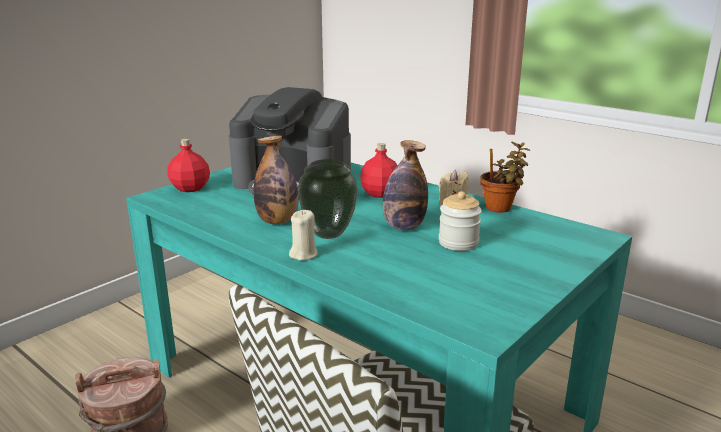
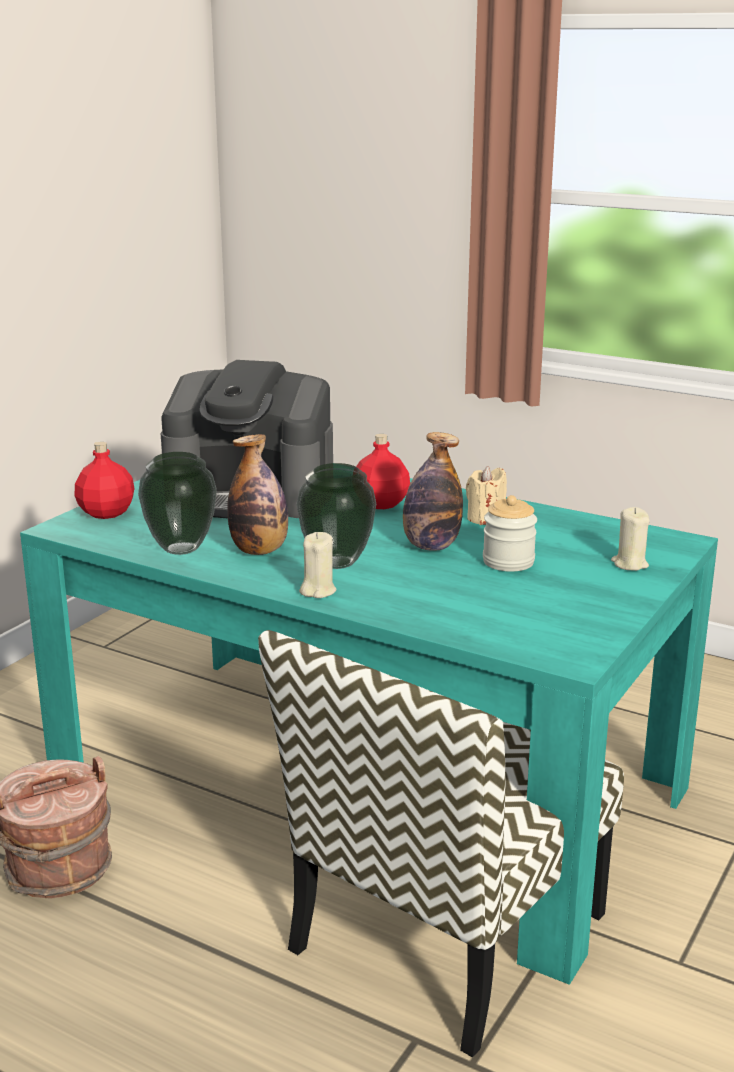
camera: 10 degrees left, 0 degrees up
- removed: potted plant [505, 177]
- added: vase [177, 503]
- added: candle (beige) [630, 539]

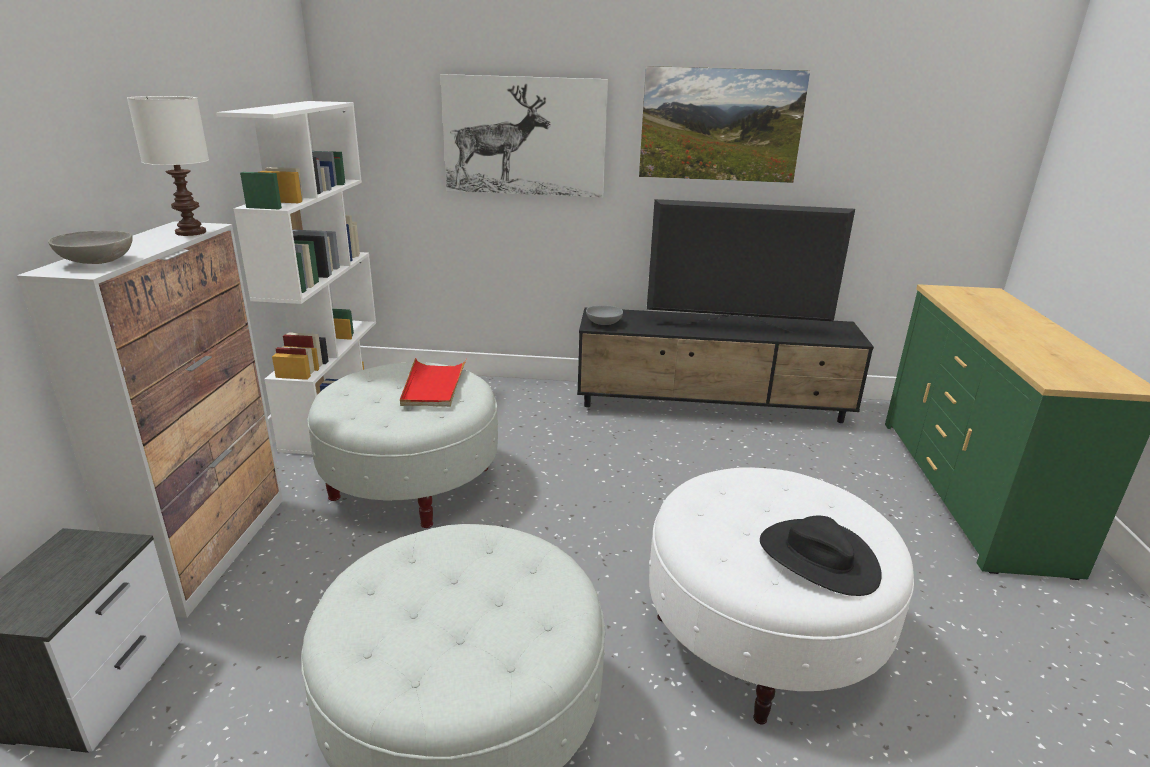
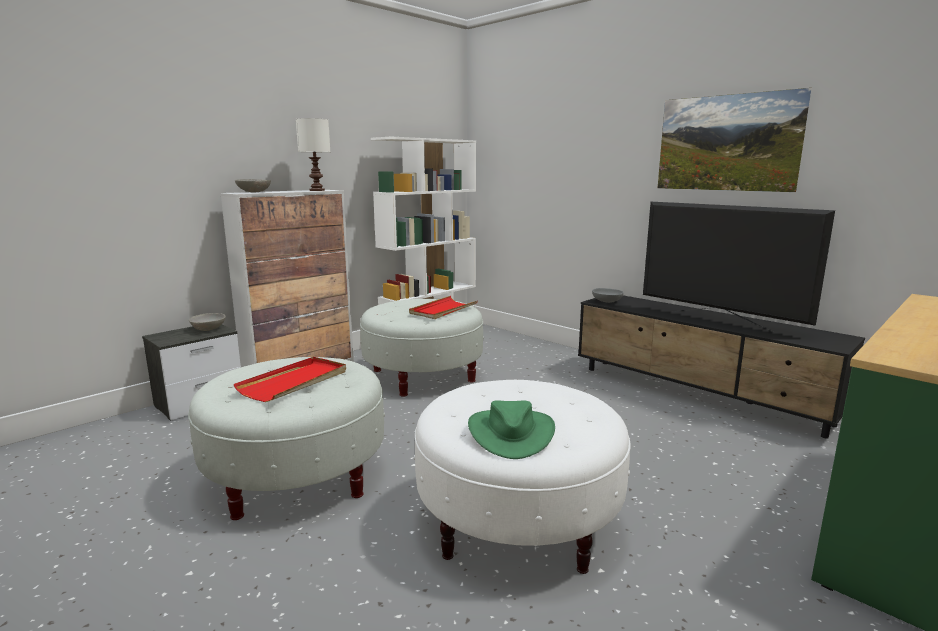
camera: 40 degrees right, 10 degrees down
- removed: picture [524, 136]
- recoloured: hat (black) [821, 556] to hat (green) [511, 429]
- added: bowl (grey) [207, 322]
- added: tray (red) [290, 379]

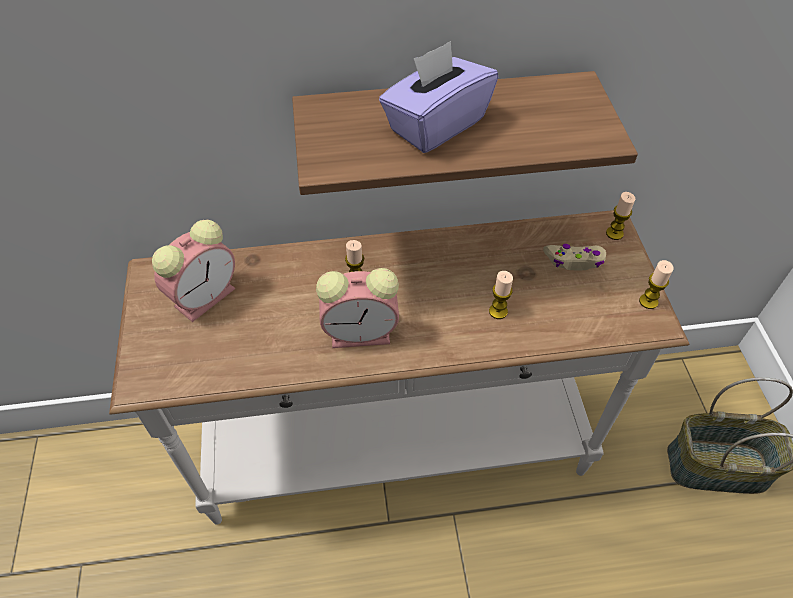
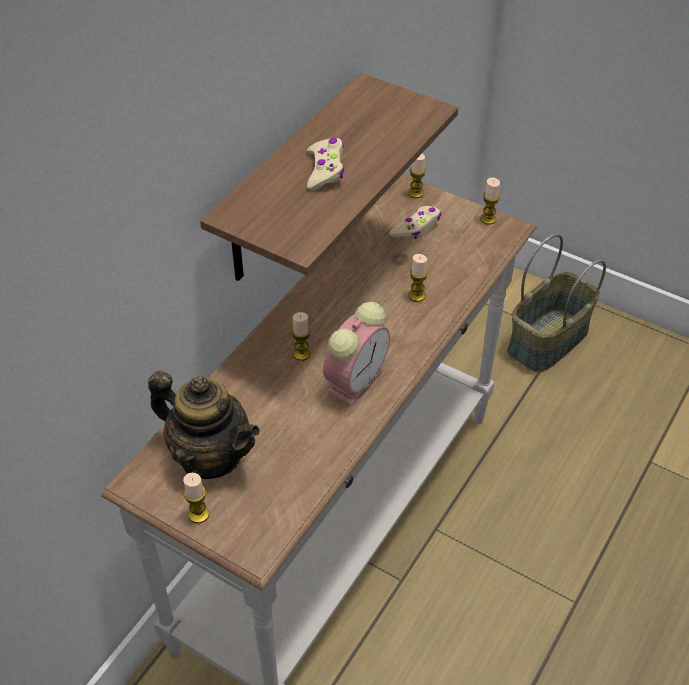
camera: 50 degrees left, 5 degrees down
- replaced: tissue box (purple) [438, 97] to game controller (beige) [325, 164]
- replaced: alarm clock [193, 271] to teapot [204, 424]
- added: candle [196, 498]

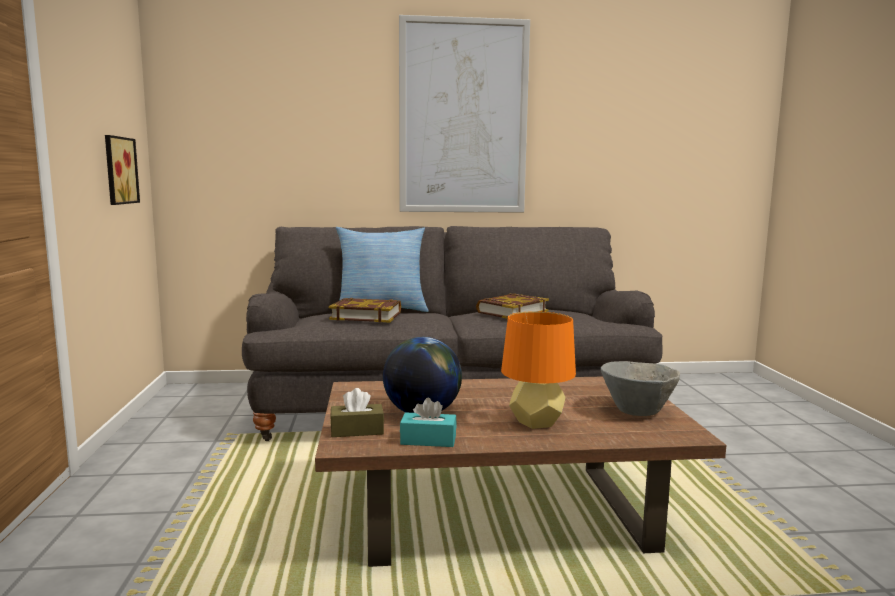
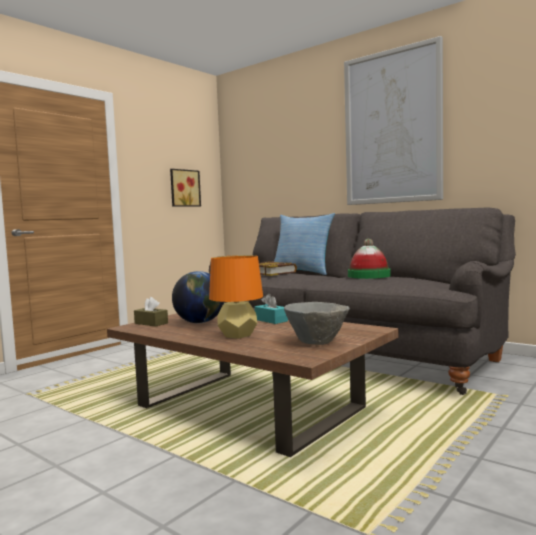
camera: 45 degrees right, 5 degrees down
- replaced: book [512, 306] to hat [369, 259]
- moved: tissue box (turquoise) [428, 422] to [271, 309]

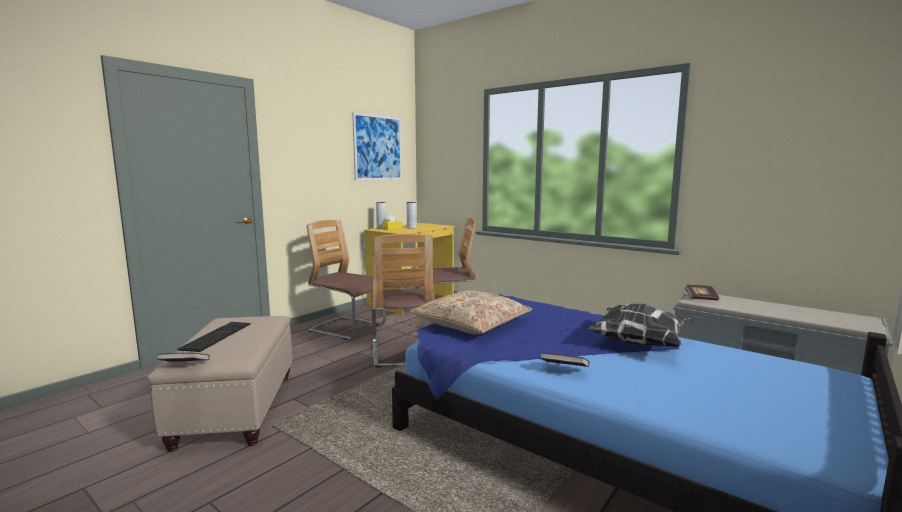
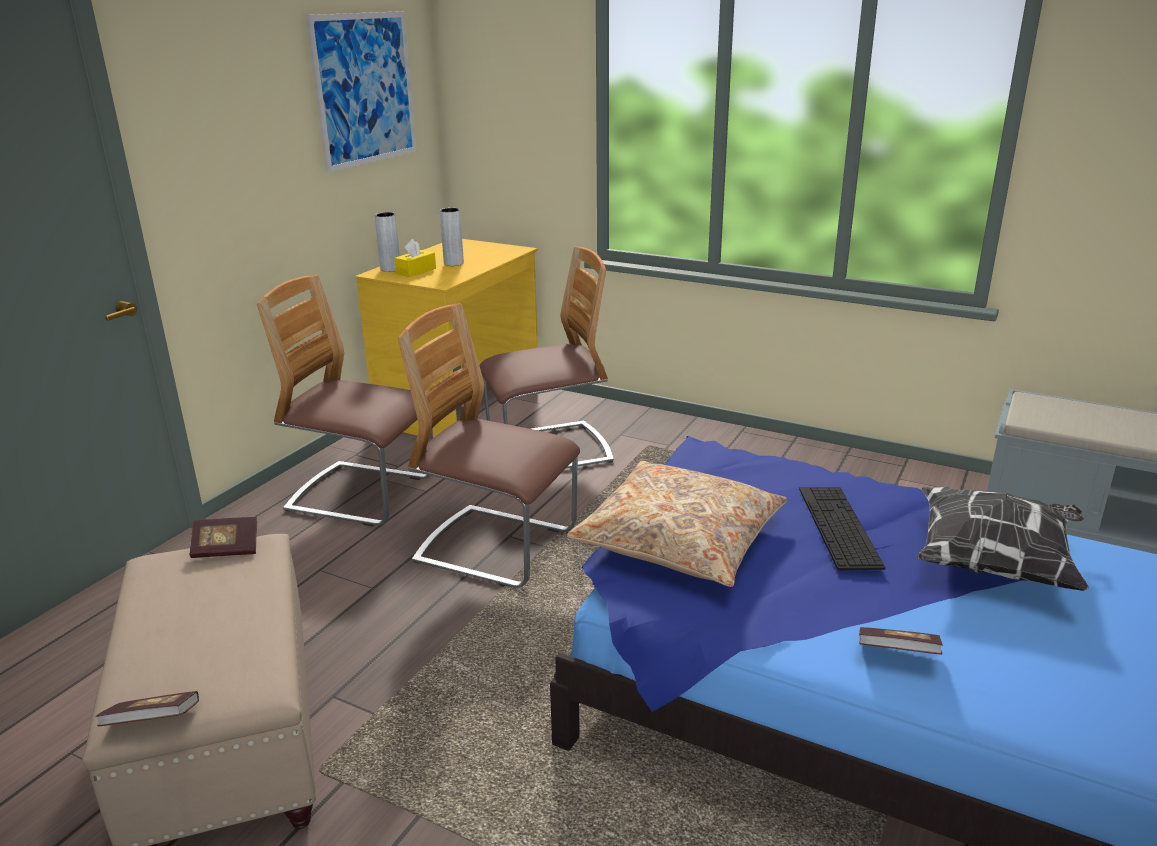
camera: 10 degrees left, 15 degrees up
- turned: chair [403, 301] = [489, 445] 135 degrees clockwise
- moved: book [702, 292] to [223, 537]
- moved: keyboard [214, 337] to [842, 529]

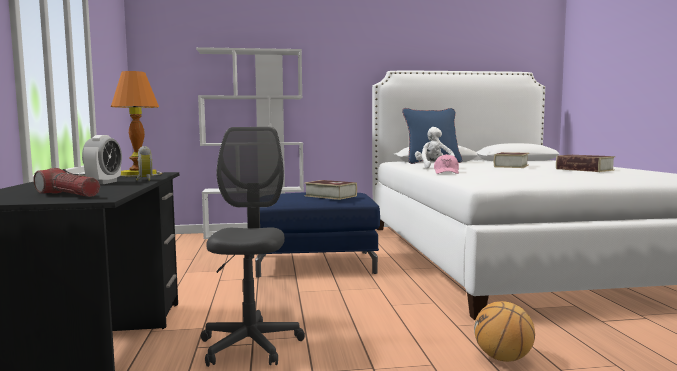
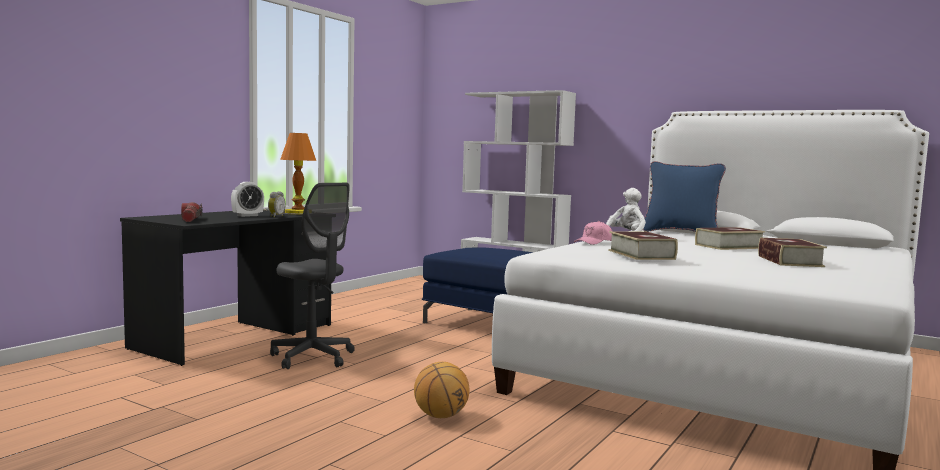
camera: 40 degrees right, 0 degrees up
- turned: office chair (grey) [253, 247] = [312, 276] 90 degrees clockwise
- moved: book [330, 190] to [643, 245]

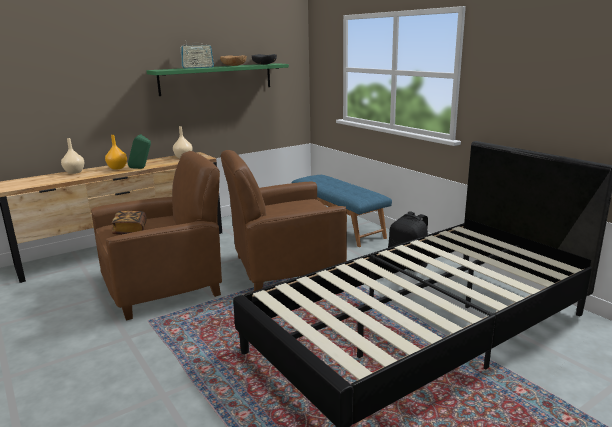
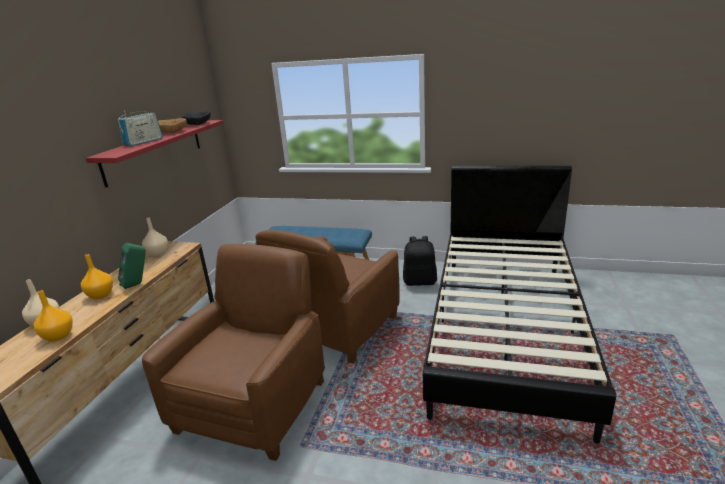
camera: 40 degrees left, 5 degrees up
- recoloured: shelf (green) [217, 79] to shelf (red) [154, 154]
- removed: book [129, 223]
- added: vase (orange) [53, 316]

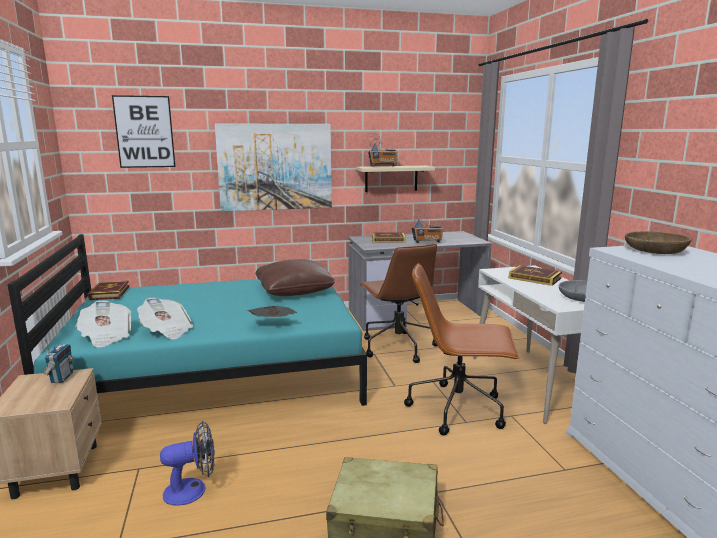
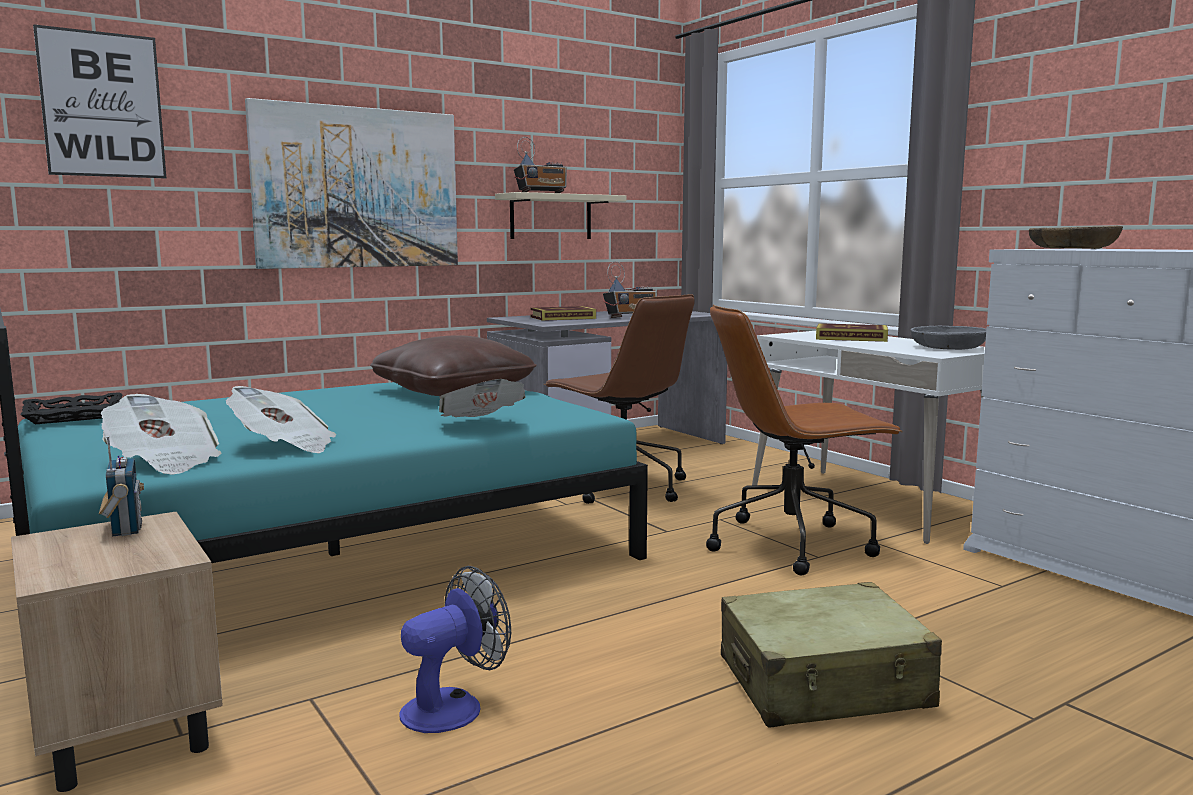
camera: 20 degrees left, 5 degrees down
- replaced: book [109, 290] to tray (black) [71, 408]

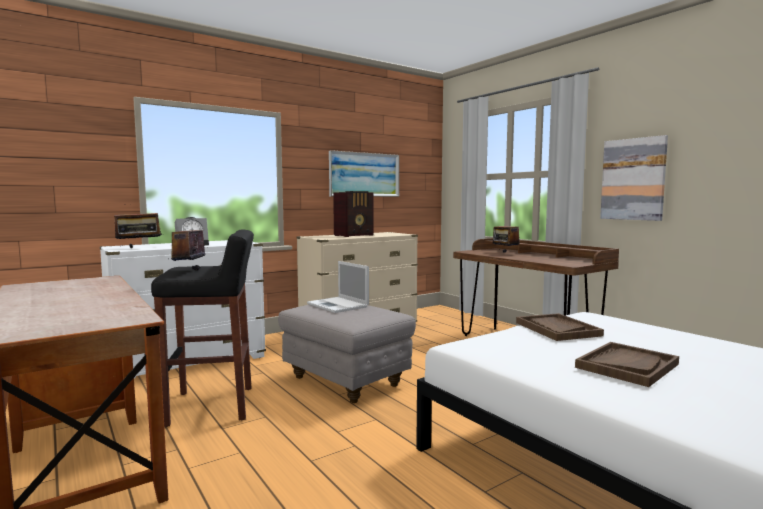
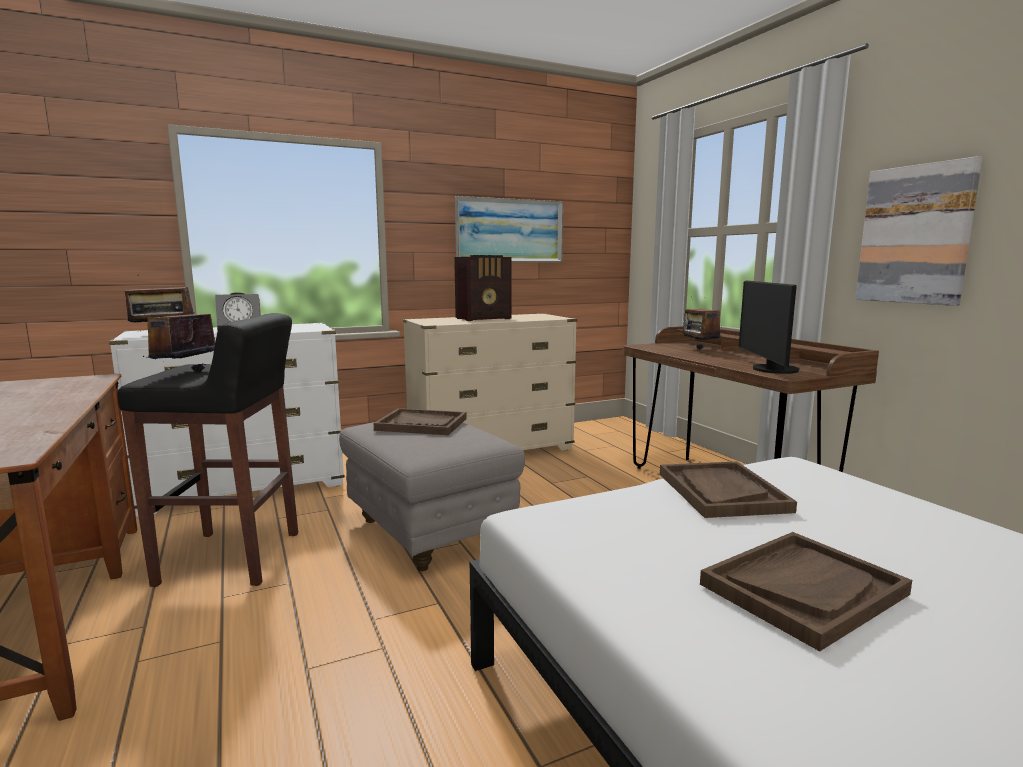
camera: 10 degrees right, 5 degrees up
- replaced: laptop [338, 287] to tray (brown) [420, 421]
- added: monitor [769, 327]

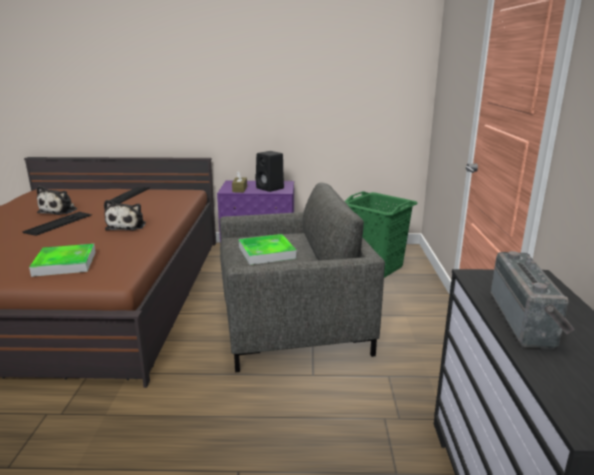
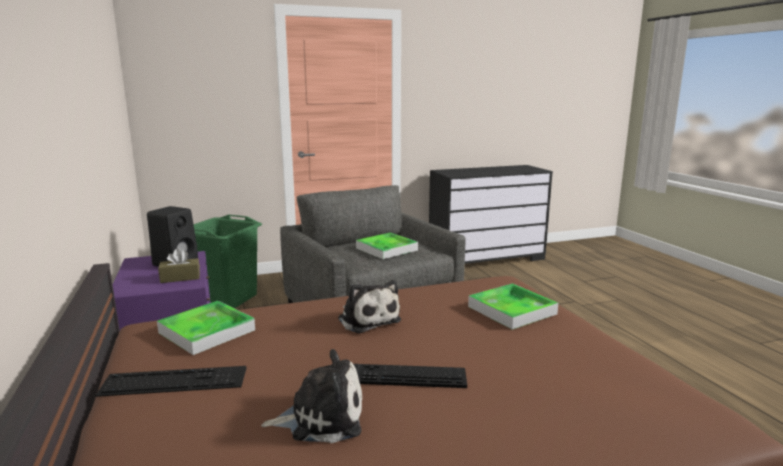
camera: 110 degrees left, 5 degrees down
- turned: plush toy [125, 215] = [369, 307] 75 degrees clockwise
- removed: radio [533, 300]
- added: tray [206, 328]

